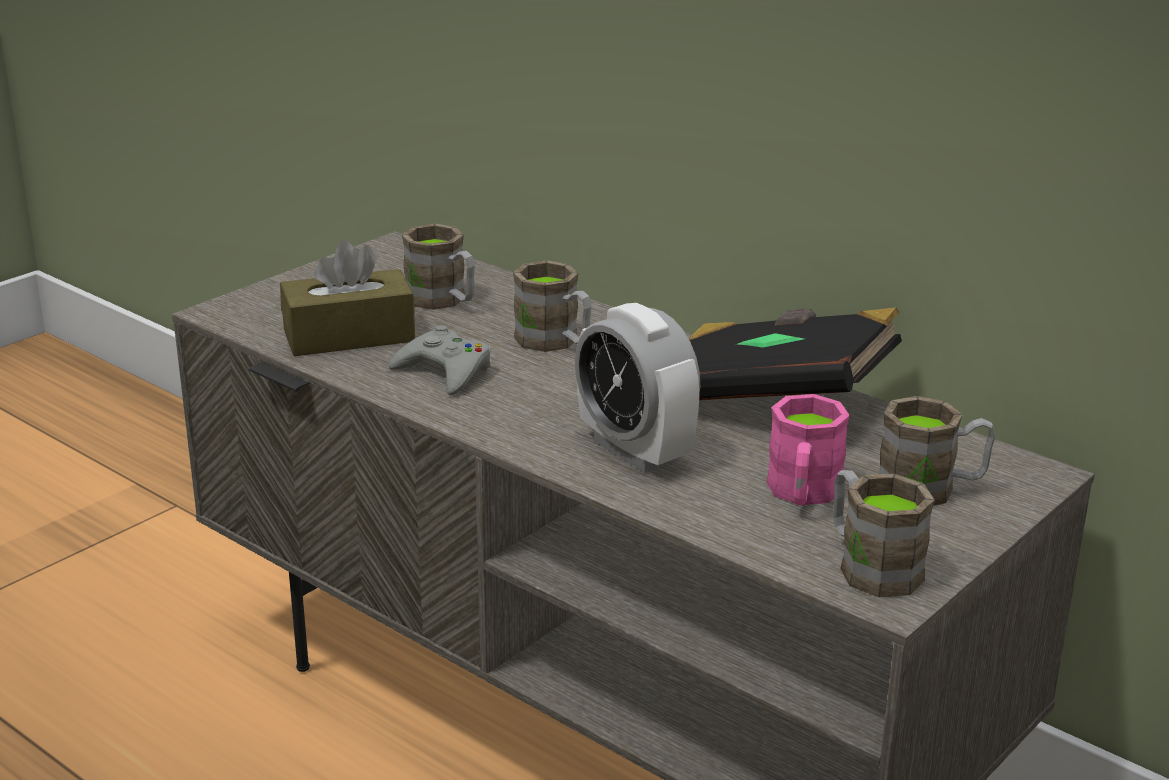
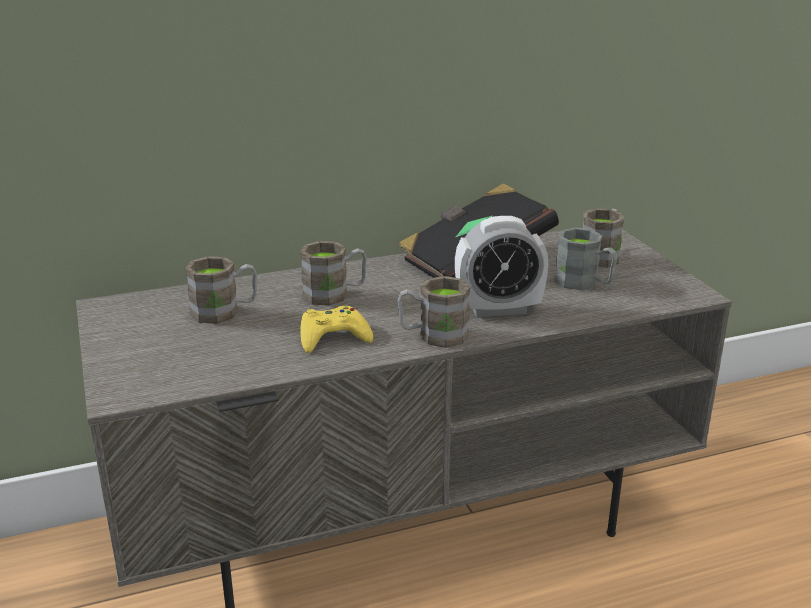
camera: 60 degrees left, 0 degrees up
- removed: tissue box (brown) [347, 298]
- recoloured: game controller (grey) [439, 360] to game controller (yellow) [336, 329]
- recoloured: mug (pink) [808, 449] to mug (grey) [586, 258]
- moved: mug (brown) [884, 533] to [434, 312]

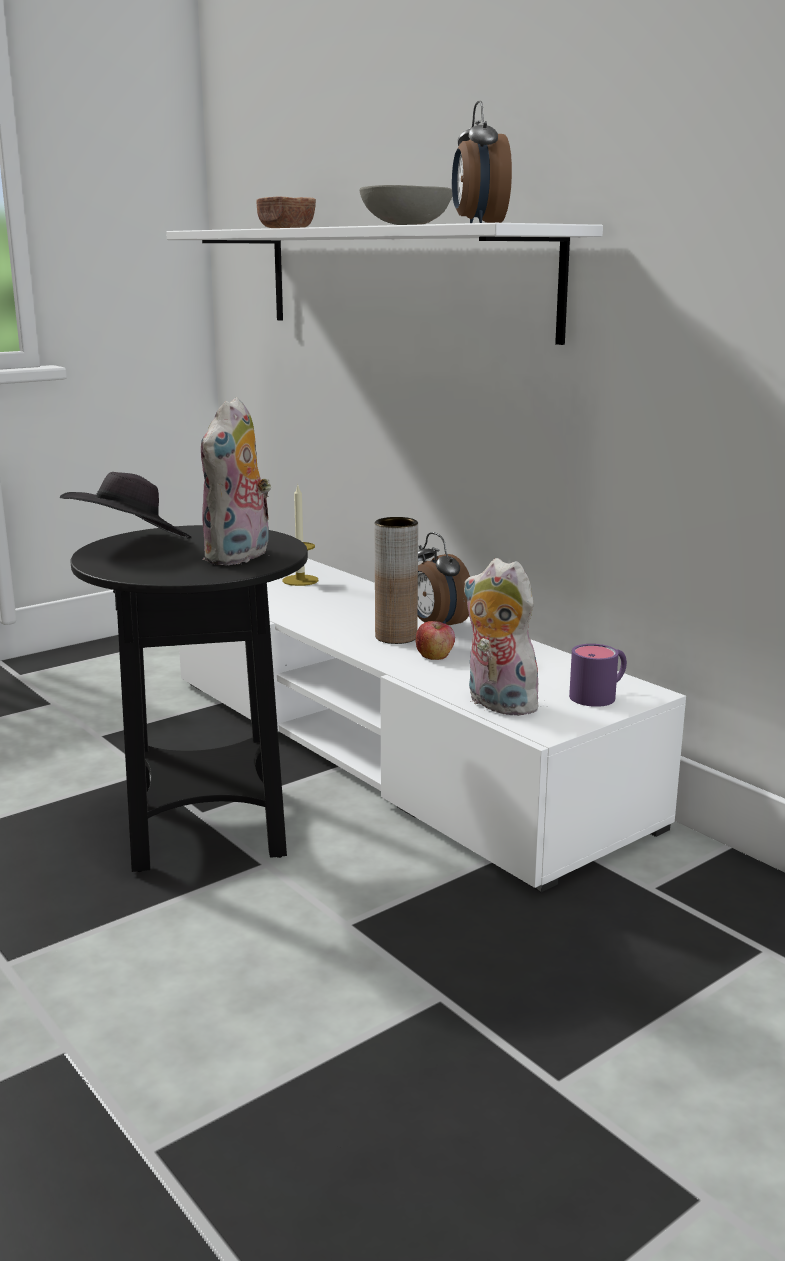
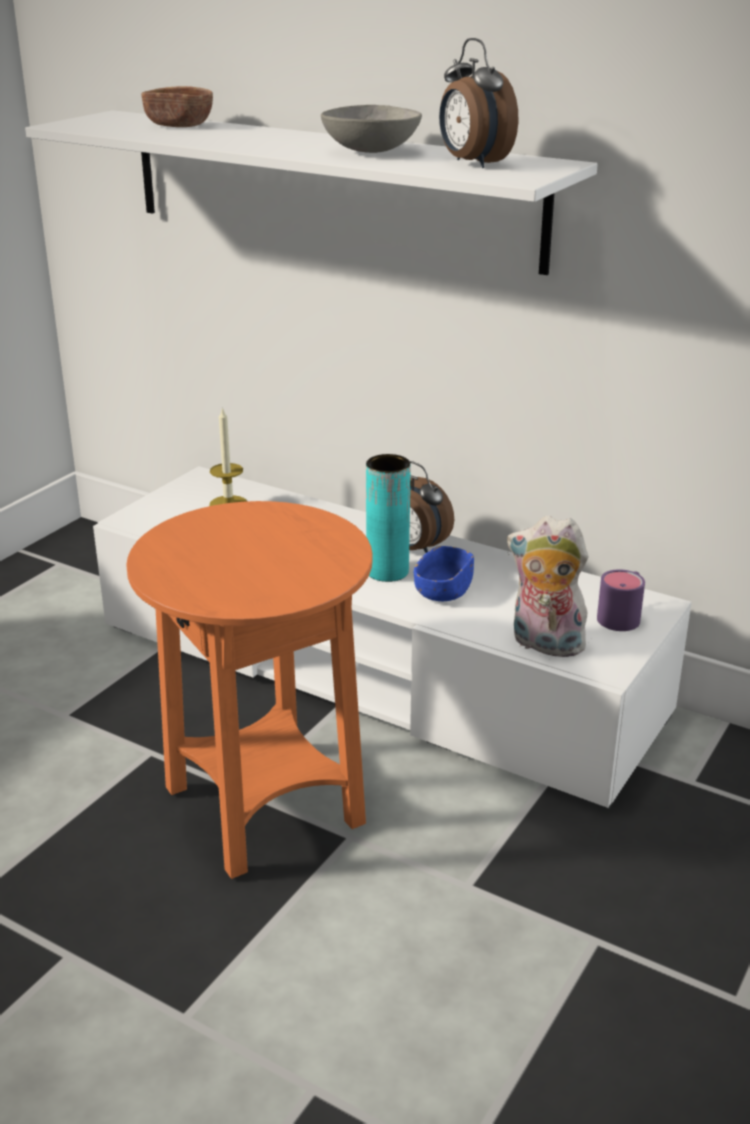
camera: 20 degrees left, 10 degrees up
- removed: plush toy [236, 481]
- removed: hat (black) [126, 505]
- recoloured: vase (brown) [396, 580] to vase (turquoise) [388, 518]
- recoloured: side table (black) [189, 698] to side table (orange) [249, 690]
- replaced: apple [435, 640] to bowl (blue) [444, 573]

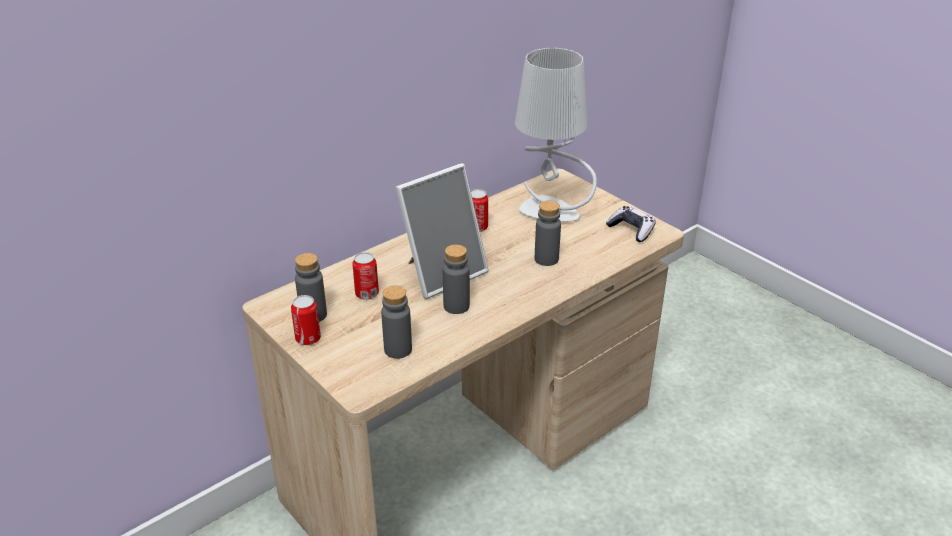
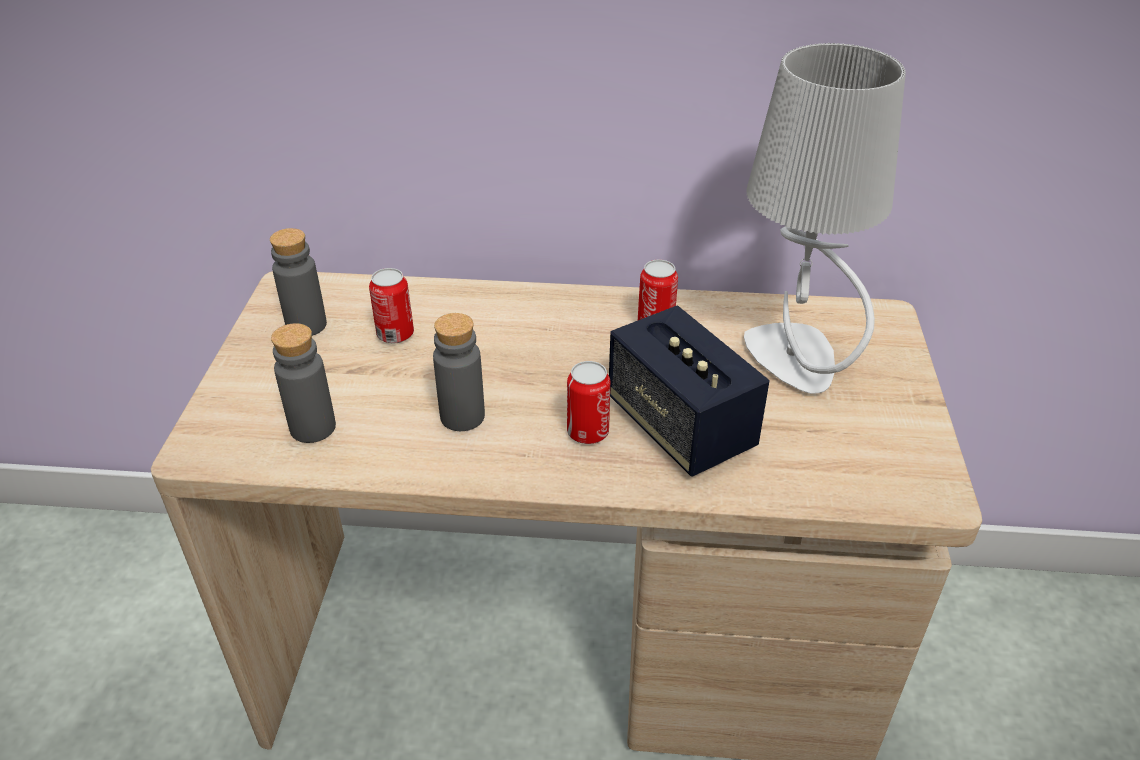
camera: 45 degrees right, 5 degrees up
- removed: picture frame [442, 231]
- replaced: bottle (grey) [548, 233] to speaker [689, 390]
- removed: game controller [631, 224]
- moved: can [306, 320] to [588, 402]

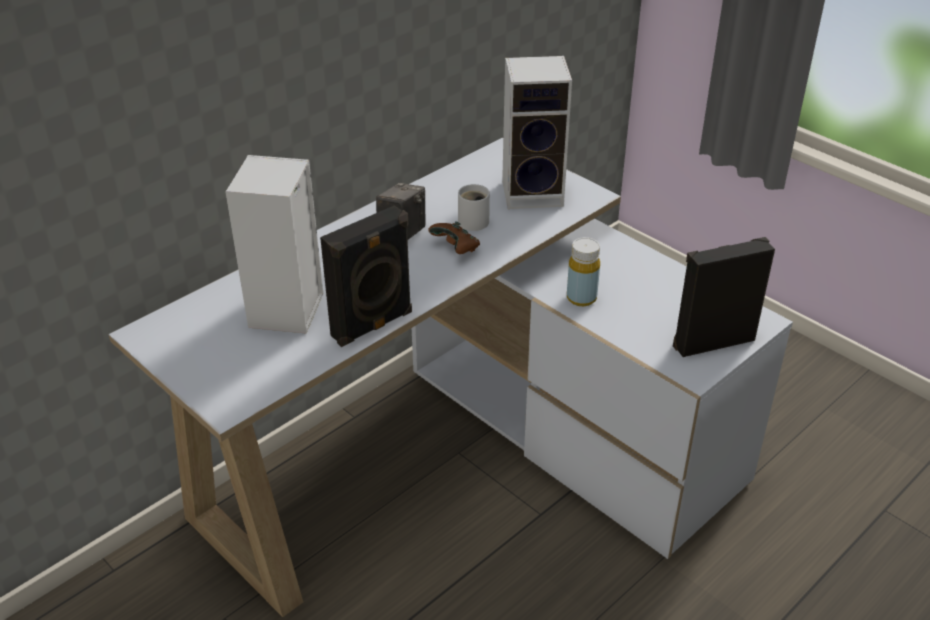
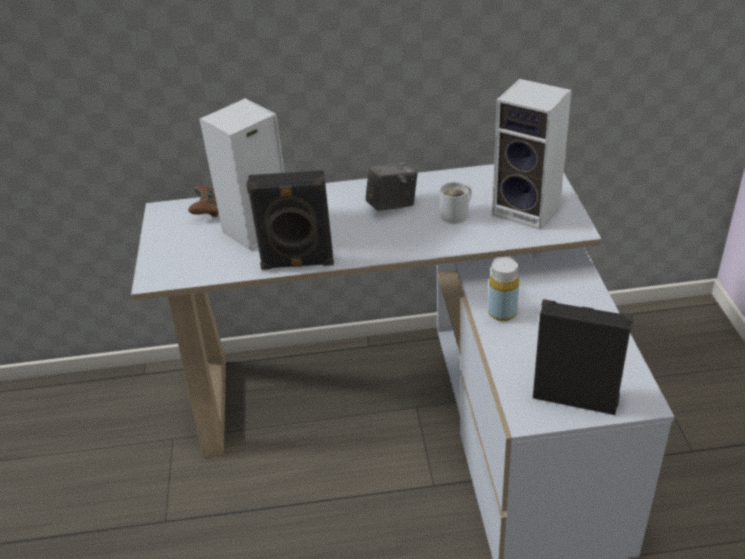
camera: 40 degrees right, 0 degrees up
- moved: game controller (brown) [454, 237] to [203, 201]

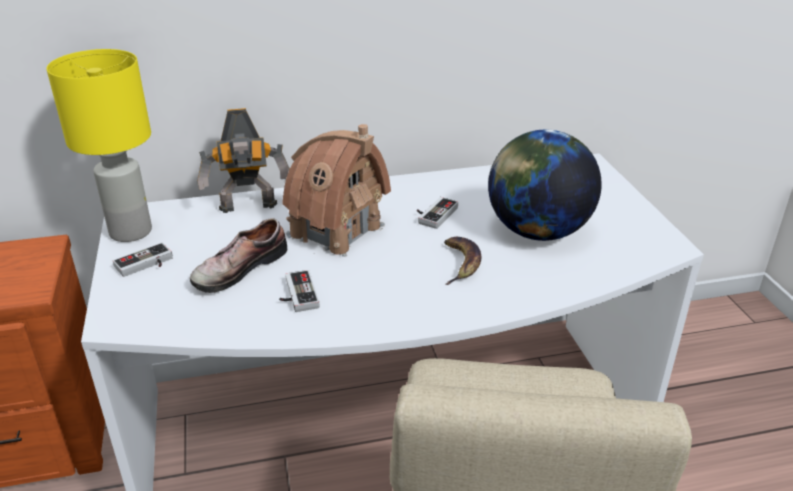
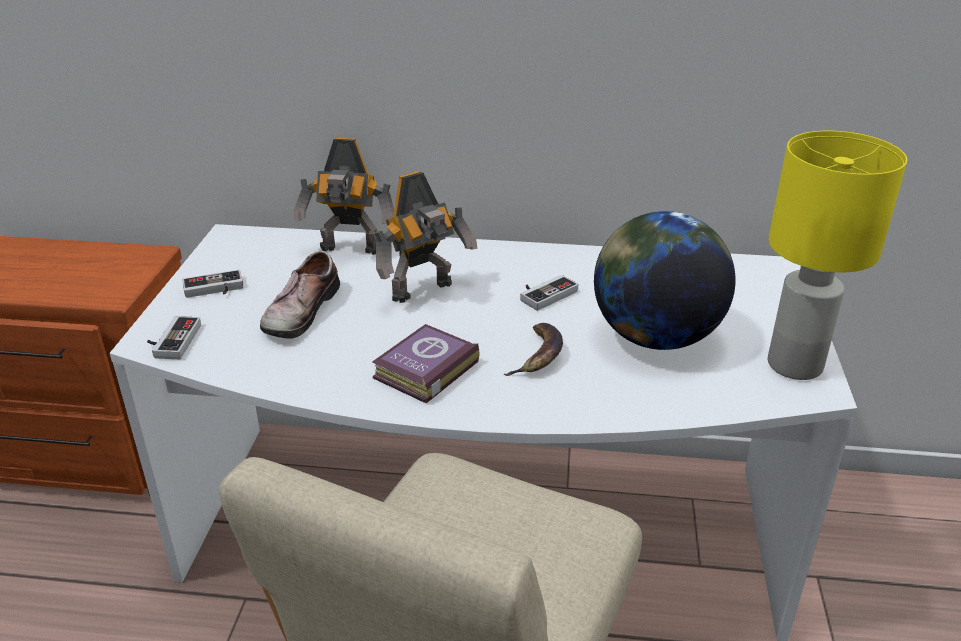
camera: 20 degrees right, 0 degrees up
- moved: table lamp (yellow) [99, 145] to [837, 255]
- replaced: toy house [336, 190] to toy robot [426, 237]
- turned: shoe [238, 255] = [300, 295] 45 degrees counterclockwise
- moved: game controller [299, 291] to [174, 337]
- added: book [426, 363]

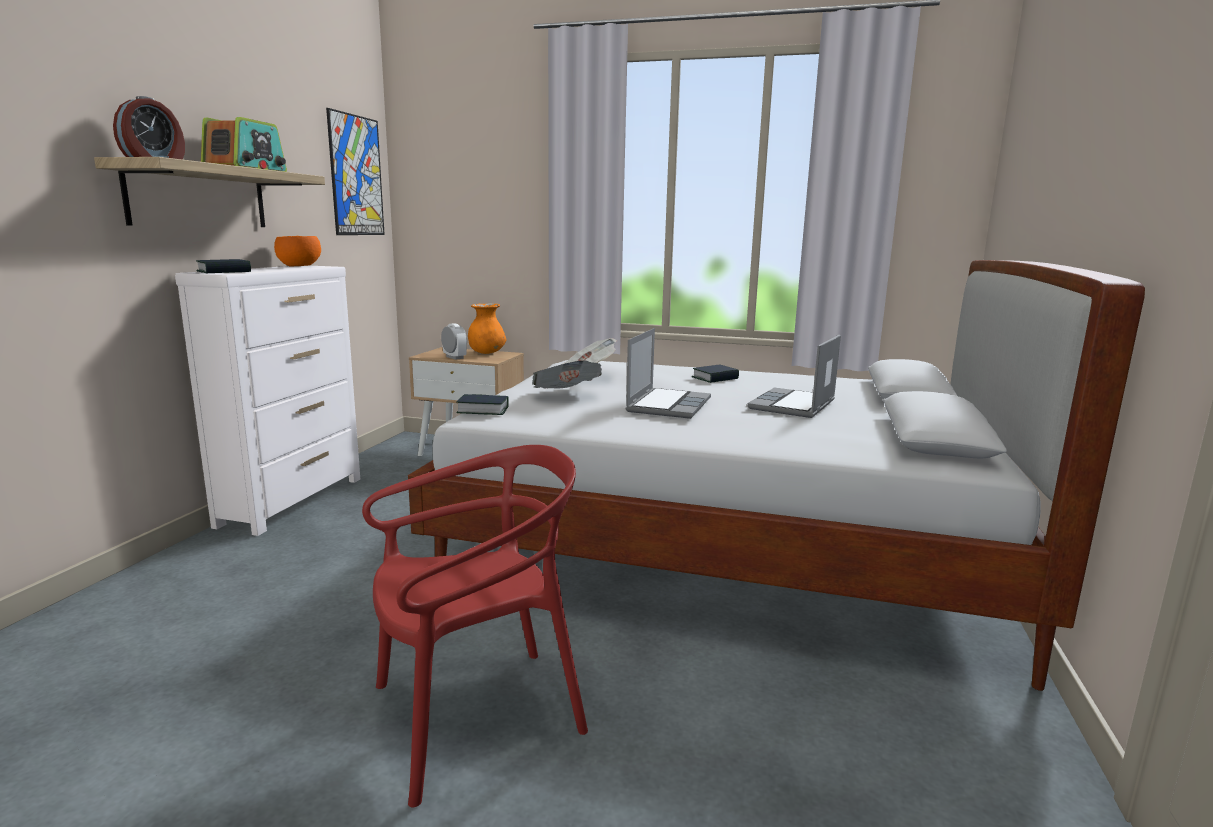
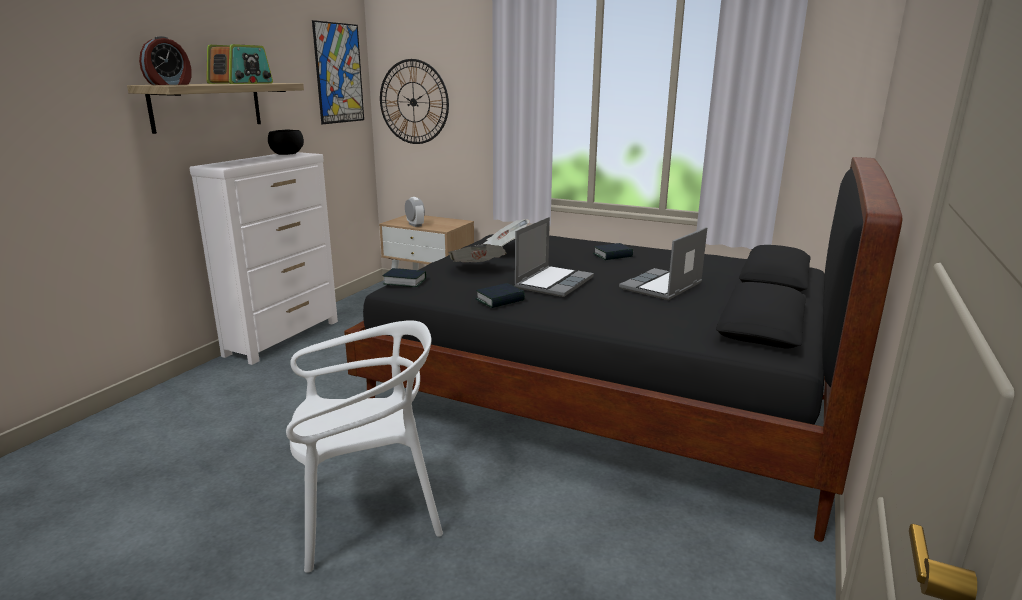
camera: 10 degrees right, 5 degrees up
- recoloured: bowl (orange) [297, 251] to bowl (black) [286, 142]
- moved: book [223, 266] to [500, 295]
- recoloured: bed (white) [776, 475] to bed (black) [623, 349]
- removed: vase (orange) [487, 329]
- recoloured: chair (red) [475, 626] to chair (white) [364, 446]
- added: wall clock [414, 101]

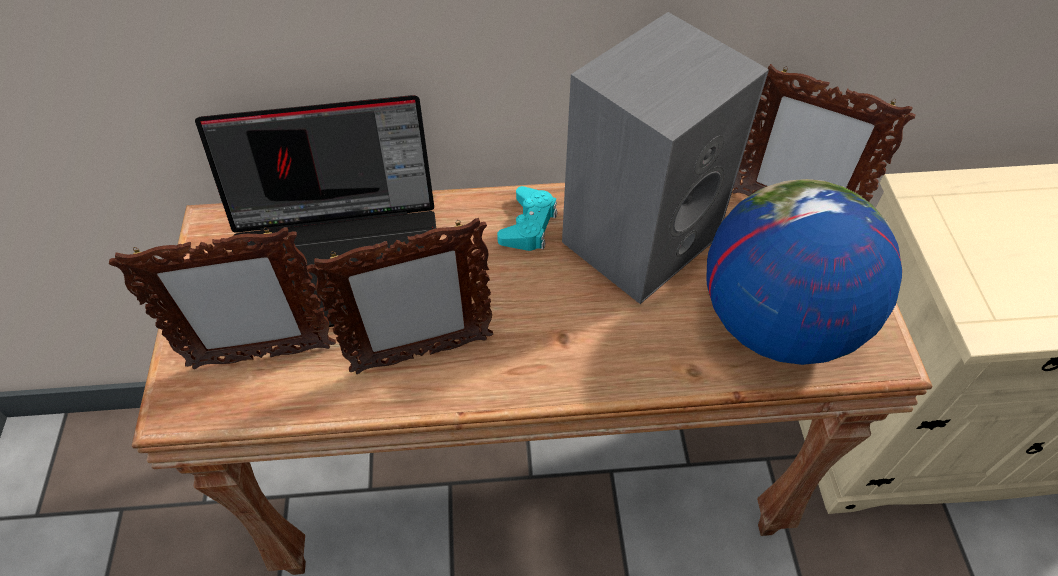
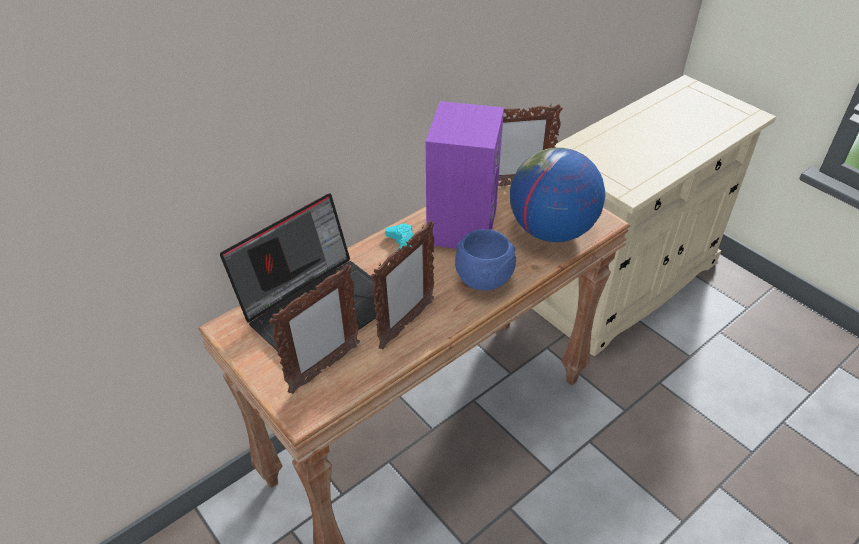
camera: 35 degrees left, 10 degrees down
- recoloured: speaker (grey) [665, 158] to speaker (purple) [465, 175]
- added: bowl (blue) [485, 260]

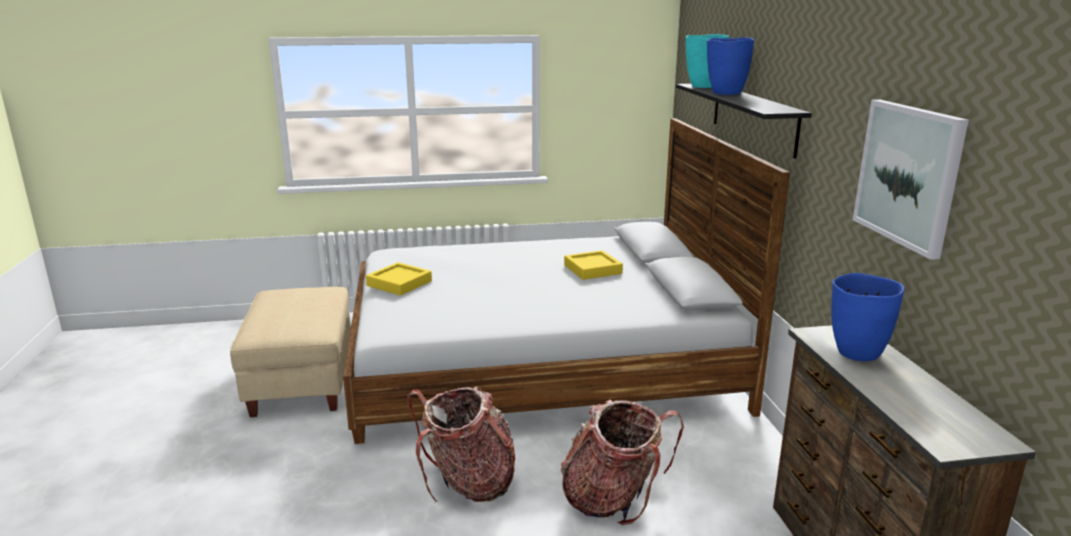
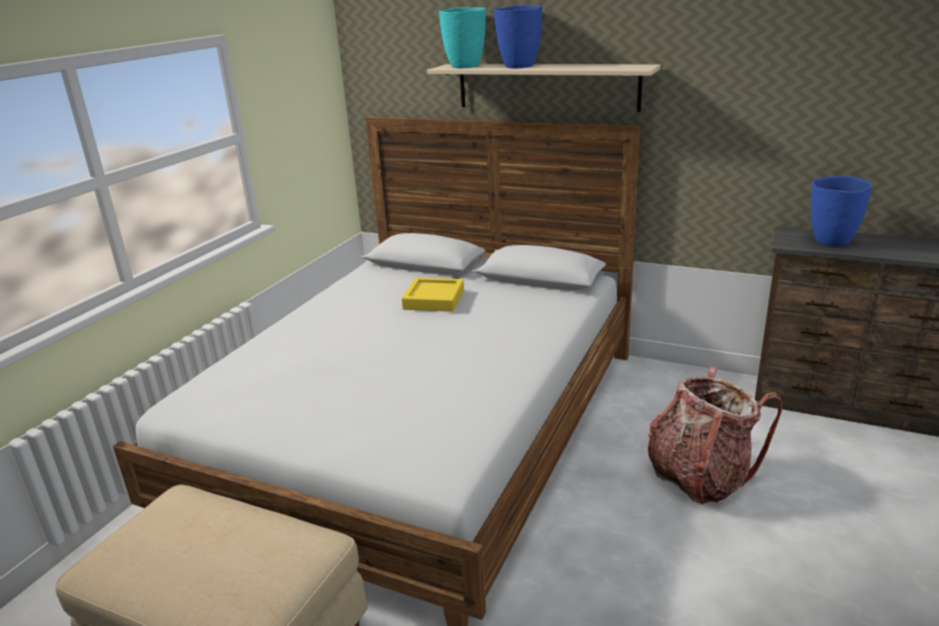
camera: 55 degrees left, 5 degrees up
- recoloured: shelf (black) [744, 121] to shelf (beige) [544, 88]
- removed: picture [911, 180]
- removed: tray (yellow) [399, 279]
- removed: backpack [461, 444]

